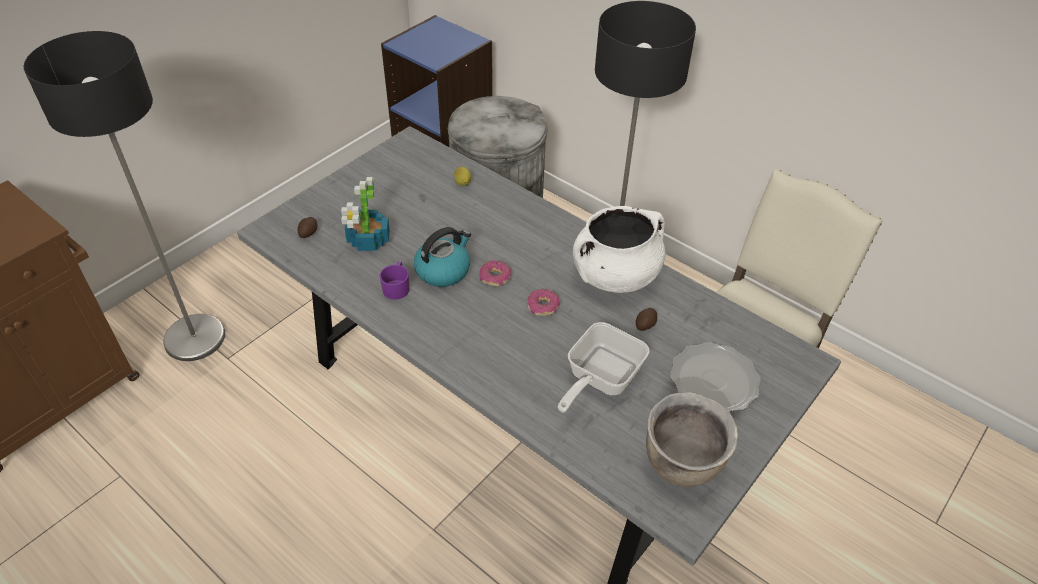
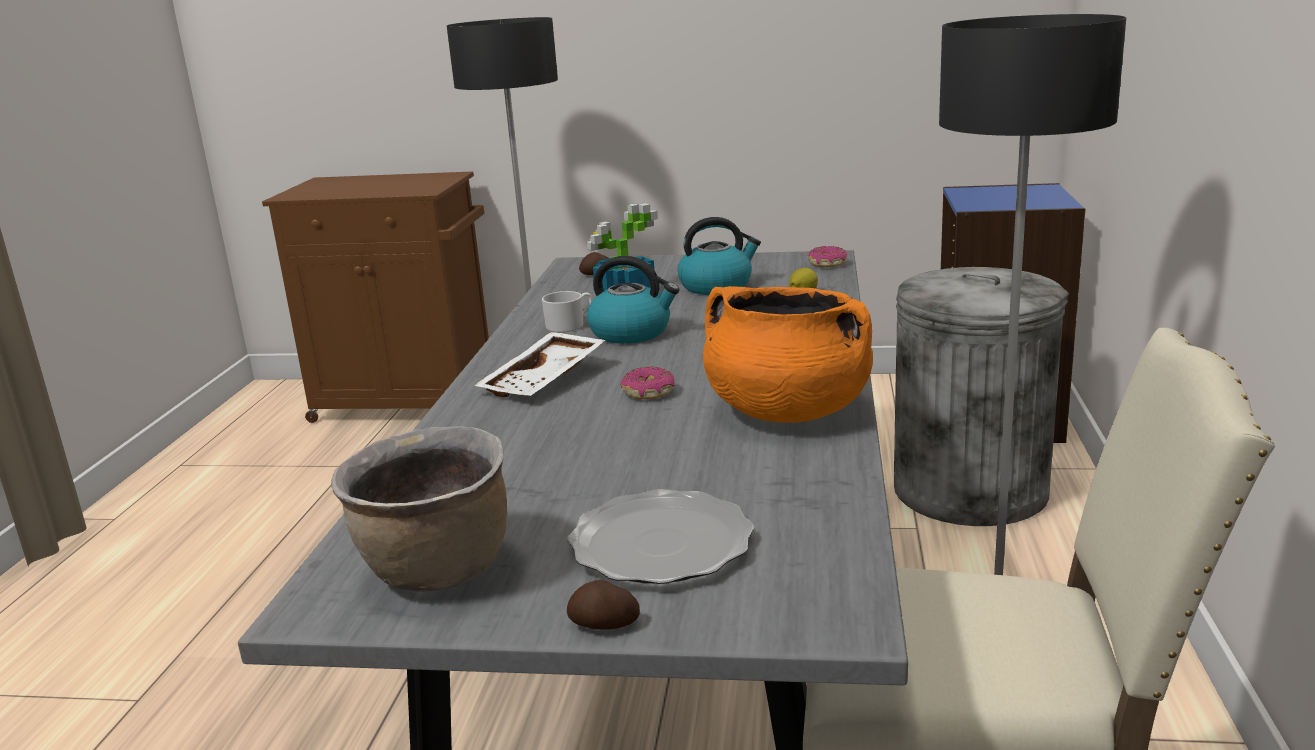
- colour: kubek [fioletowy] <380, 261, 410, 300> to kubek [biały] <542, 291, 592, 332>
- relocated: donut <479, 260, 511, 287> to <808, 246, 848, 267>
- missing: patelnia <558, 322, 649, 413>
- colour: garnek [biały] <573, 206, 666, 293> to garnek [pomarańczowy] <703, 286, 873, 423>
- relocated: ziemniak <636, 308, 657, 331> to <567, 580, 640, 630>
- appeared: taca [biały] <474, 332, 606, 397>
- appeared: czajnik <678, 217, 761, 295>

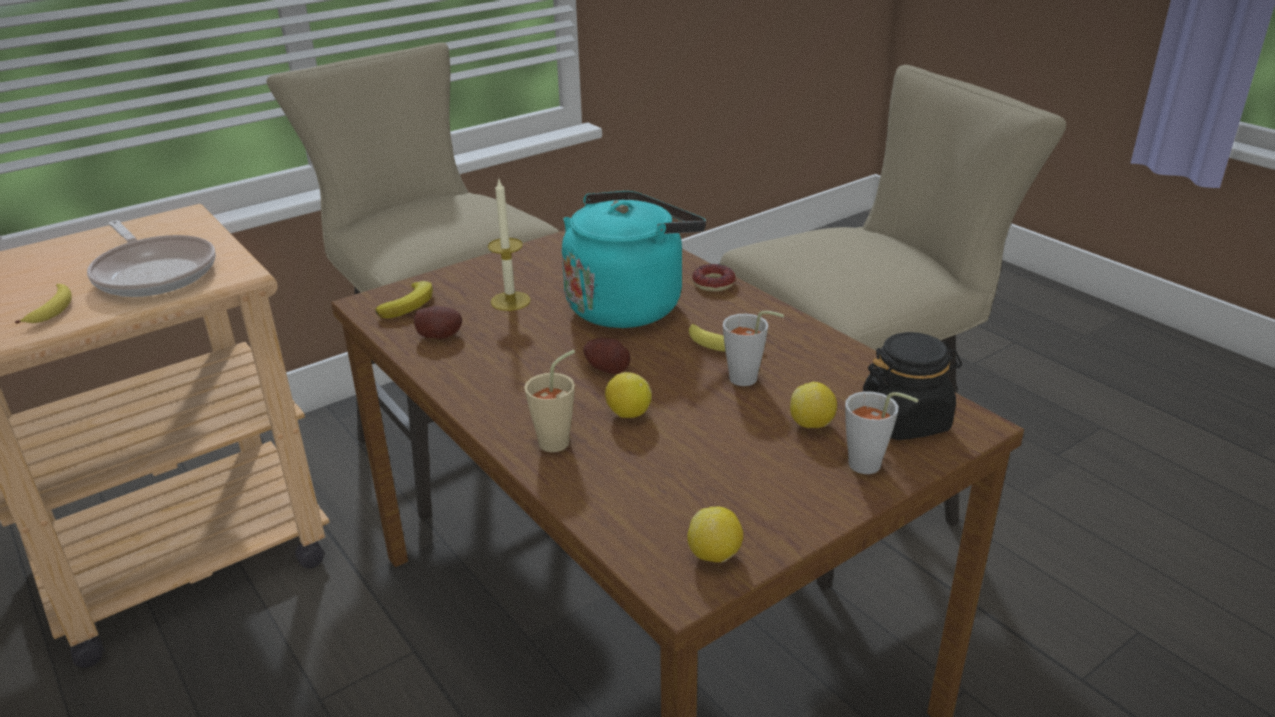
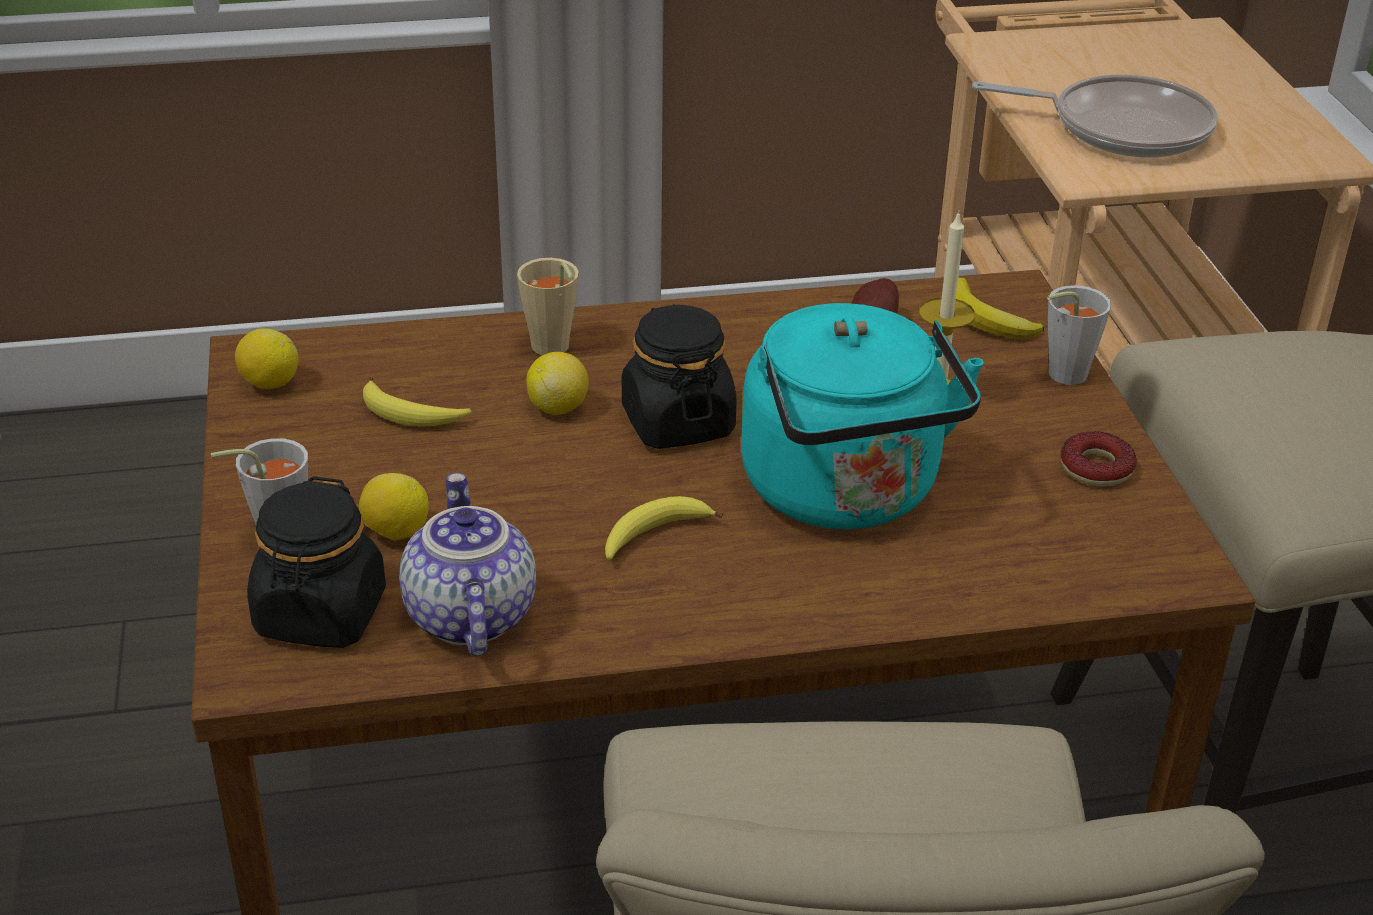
- relocated: banan <15, 284, 72, 324> to <363, 377, 471, 427>
- spun: patelnia <87, 220, 216, 297> = <972, 75, 1218, 158> 150 degrees counterclockwise
- exchanged: ziemniak <583, 338, 630, 374> to słoik [czarny] <622, 304, 736, 449>
- relocated: donut <692, 264, 735, 292> to <1061, 431, 1137, 486>
- relocated: filiżanka [szary] <723, 311, 784, 386> to <1047, 285, 1112, 385>
- appeared: imbryk <399, 473, 536, 656>

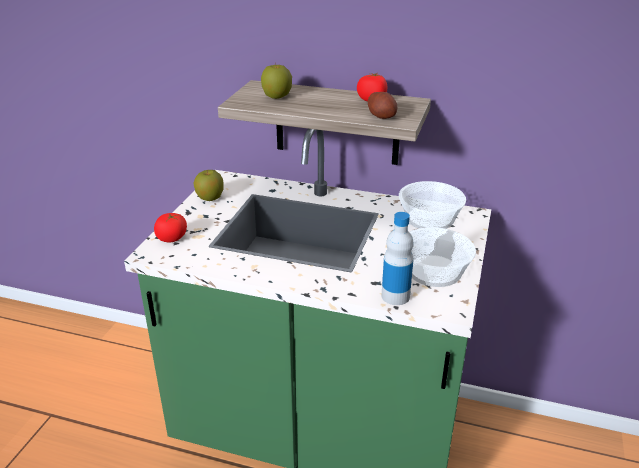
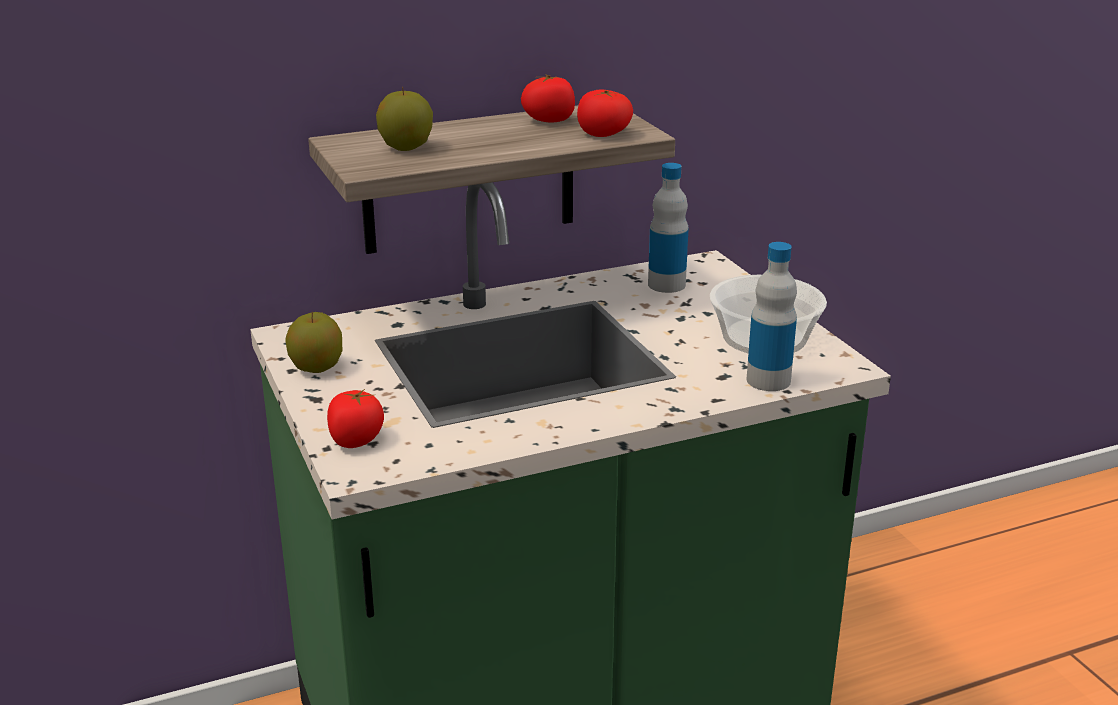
- exchanged: ziemniak <368, 92, 397, 119> to pomidor <577, 90, 633, 137>
- exchanged: miska <399, 181, 466, 229> to butelka <648, 163, 689, 293>

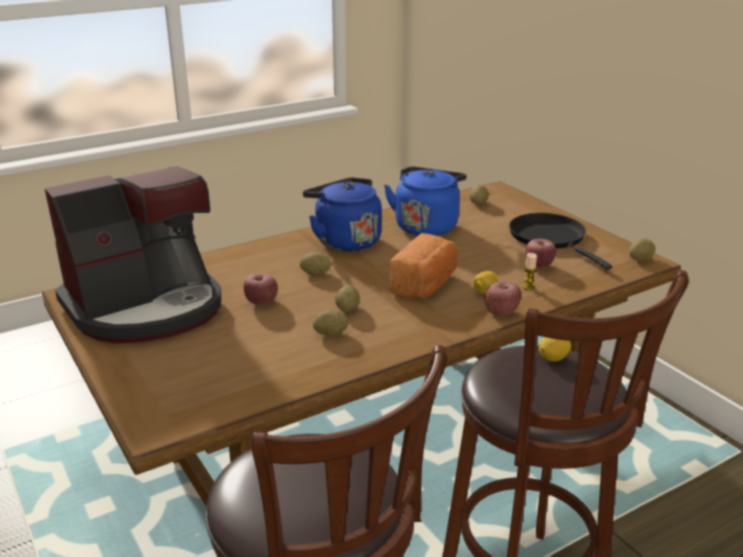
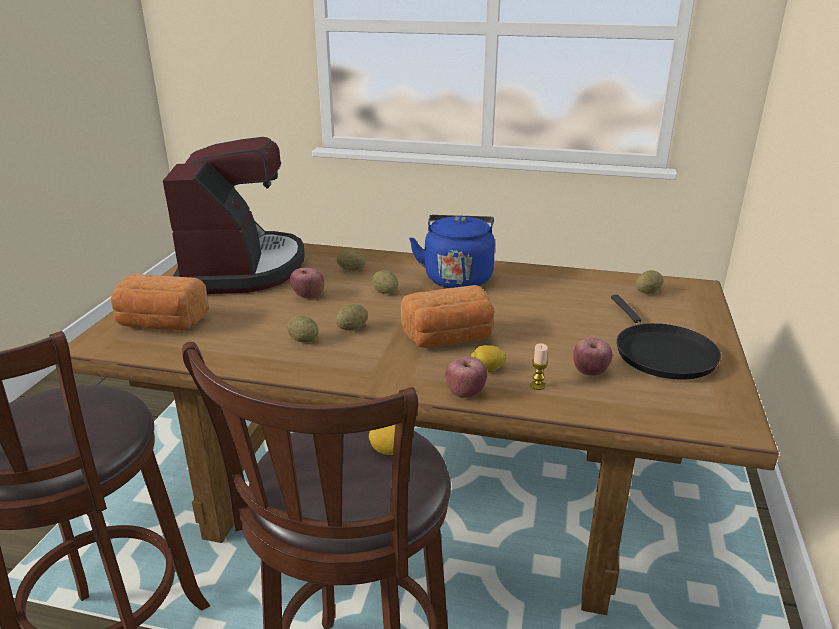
- spun: ekspres do kawy <45, 166, 221, 343> = <163, 137, 305, 294> 105 degrees counterclockwise
- missing: czajnik [niebieski] <384, 166, 467, 236>
- spun: patelnia [czarny] <509, 213, 612, 270> = <611, 295, 721, 380> 150 degrees clockwise
- relocated: ziemniak <629, 238, 655, 261> to <337, 249, 366, 271>
- appeared: chleb <110, 274, 209, 330>

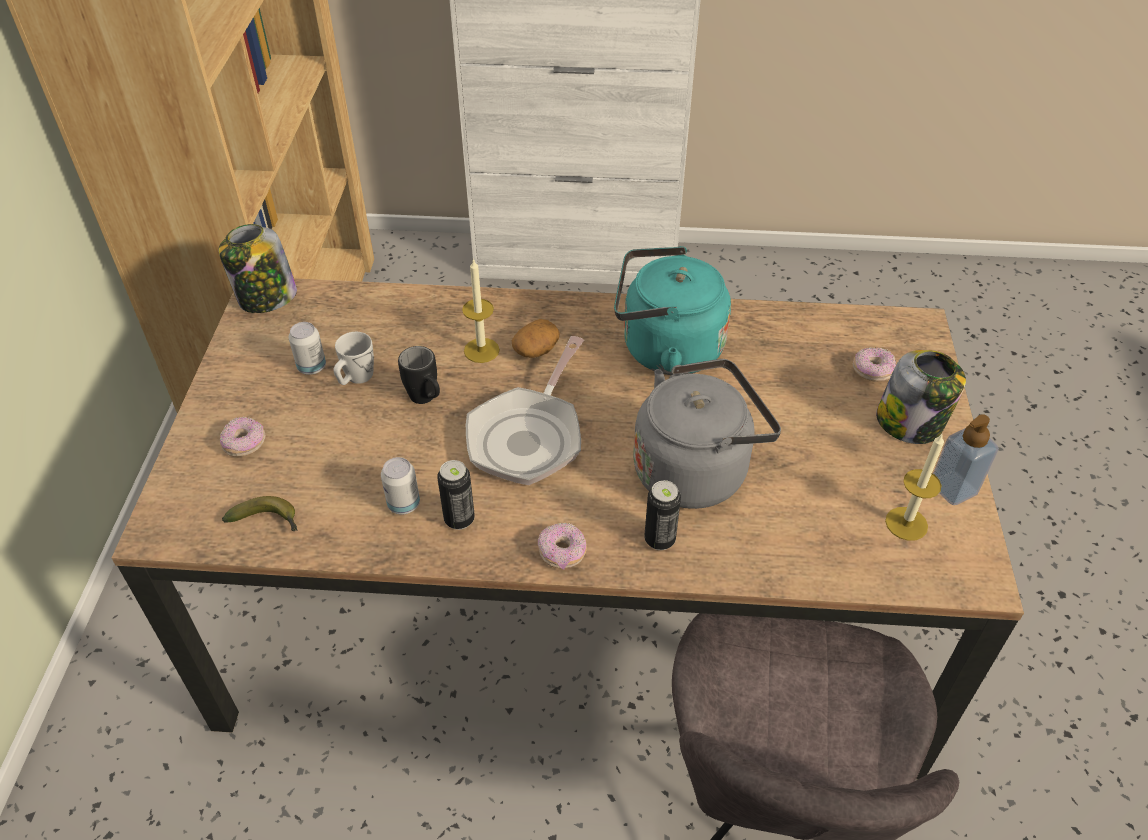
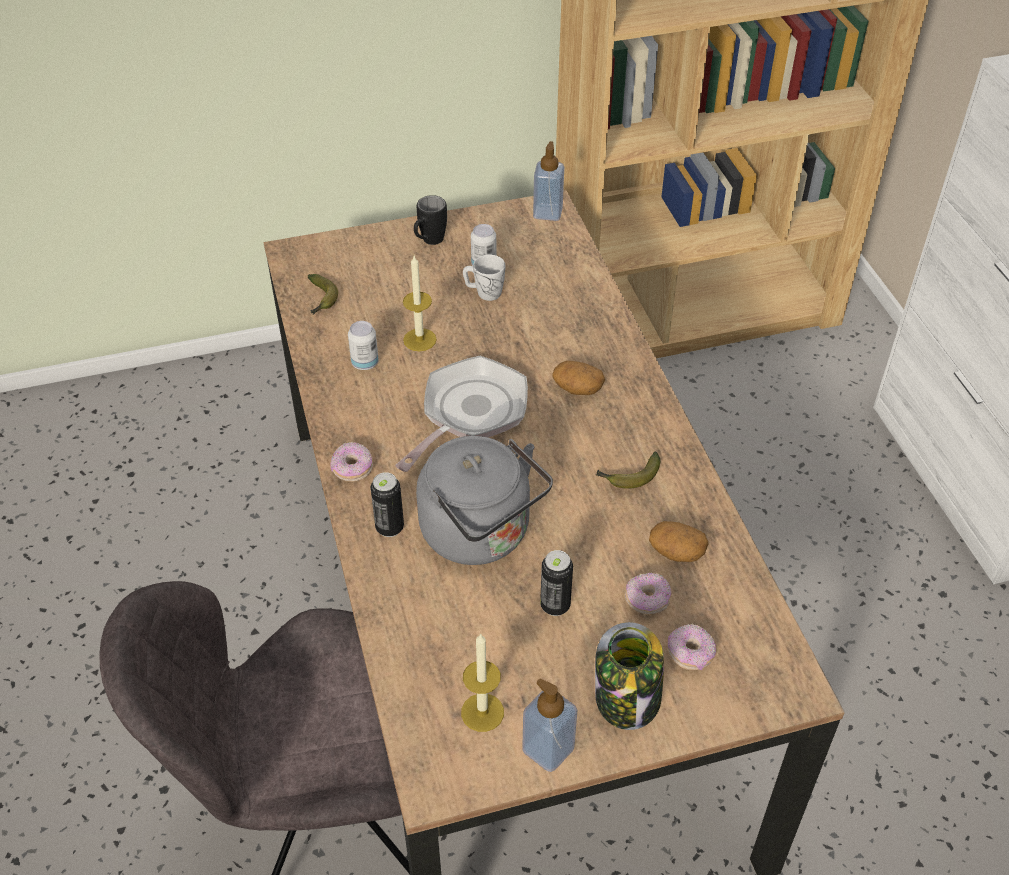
- exchanged: słoik <219, 224, 297, 313> to dozownik mydła <533, 141, 564, 221>
- relocated: donut <220, 417, 266, 457> to <625, 573, 672, 615>
- relocated: kubek [czarny] <398, 346, 440, 404> to <414, 195, 447, 245>
- relocated: puszka <437, 460, 475, 530> to <540, 550, 573, 616>
- relocated: świeca <462, 258, 500, 363> to <403, 256, 437, 351>
- spun: patelnia <466, 336, 584, 485> = <395, 356, 528, 472> 120 degrees clockwise
- exchanged: czajnik [turkusowy] <614, 246, 731, 375> to banan <596, 452, 660, 489>
- appeared: ziemniak <649, 521, 709, 562>

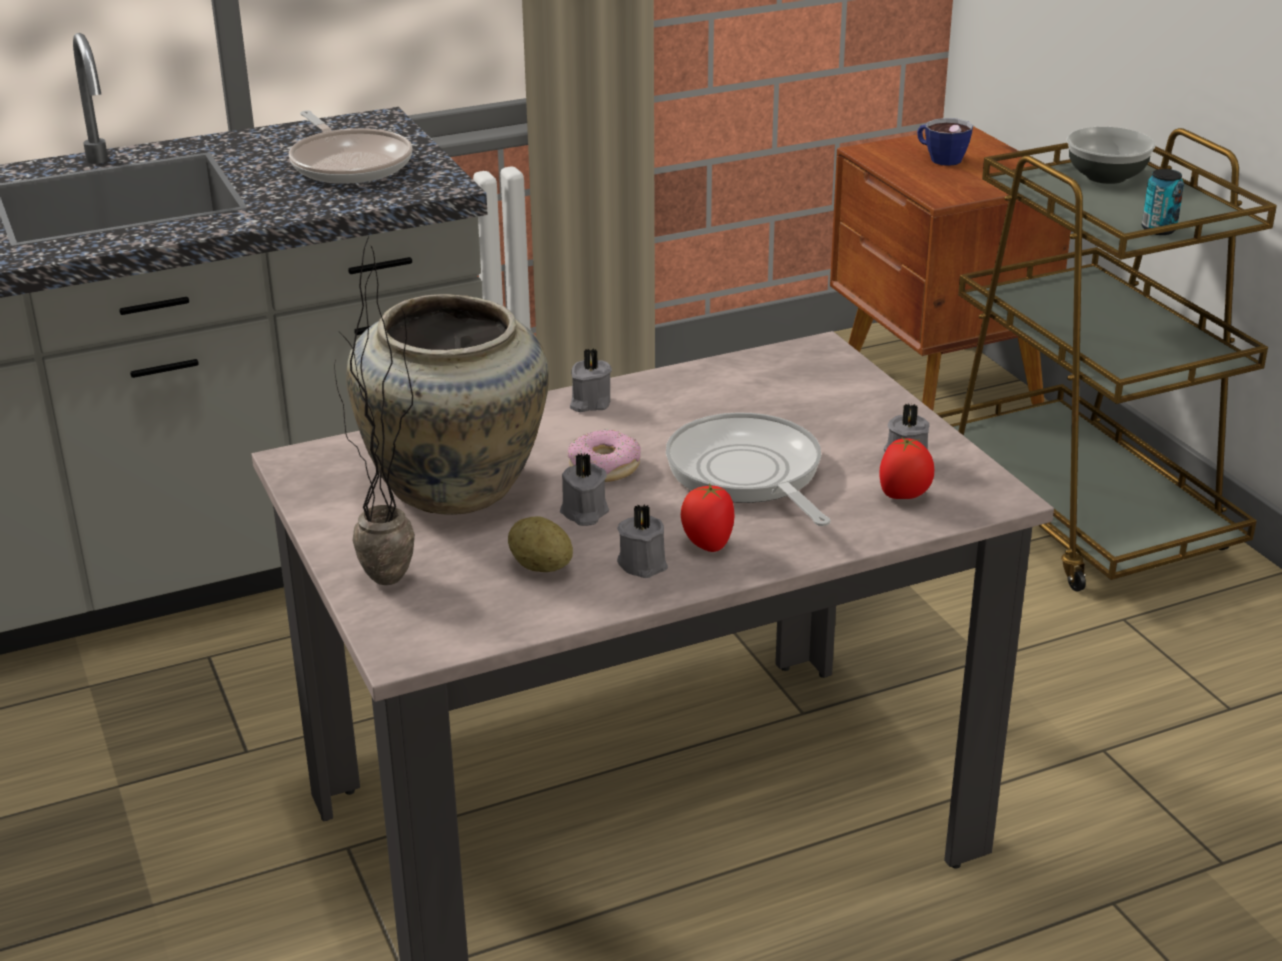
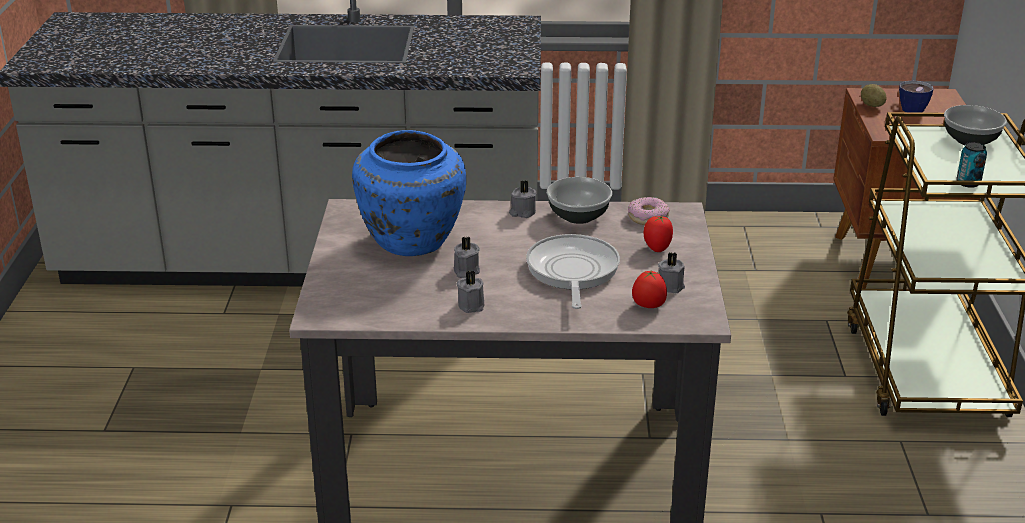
- missing: patelnia <289, 110, 412, 184>
- missing: roślina doniczkowa <334, 235, 415, 585>
- colour: wazon [beżowy] <346, 294, 549, 515> to wazon [niebieski] <352, 130, 466, 256>
- relocated: ziemniak <508, 516, 573, 572> to <861, 84, 887, 107>
- relocated: donut <568, 430, 641, 482> to <628, 197, 670, 225>
- relocated: pomidor <681, 483, 735, 552> to <644, 216, 673, 252>
- appeared: miska <547, 177, 612, 224>

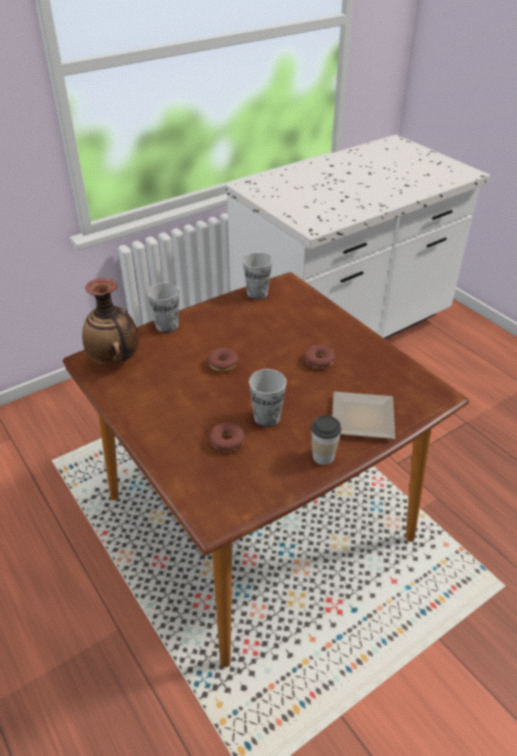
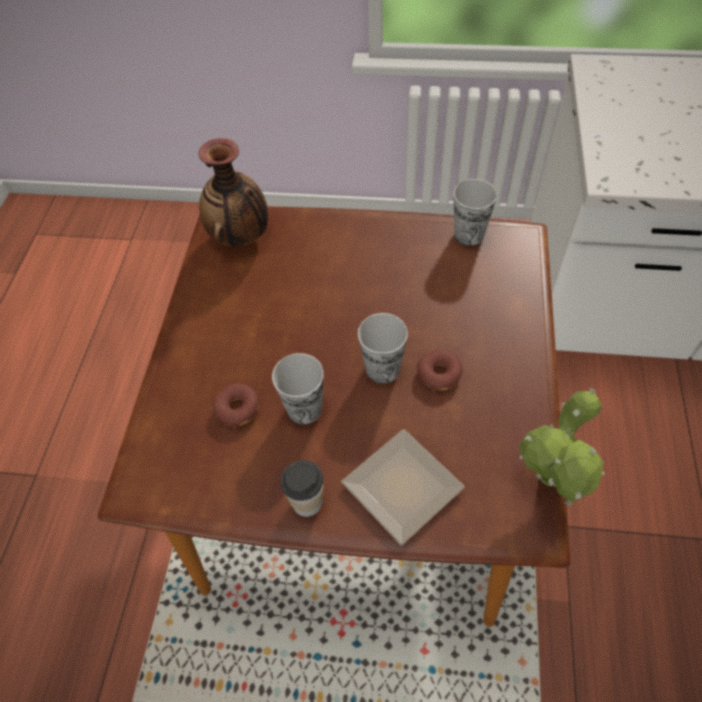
- relocated: filiżanka <147, 283, 179, 333> to <358, 313, 408, 384>
- missing: donut <207, 348, 239, 372>
- appeared: roślina doniczkowa <519, 387, 605, 505>

